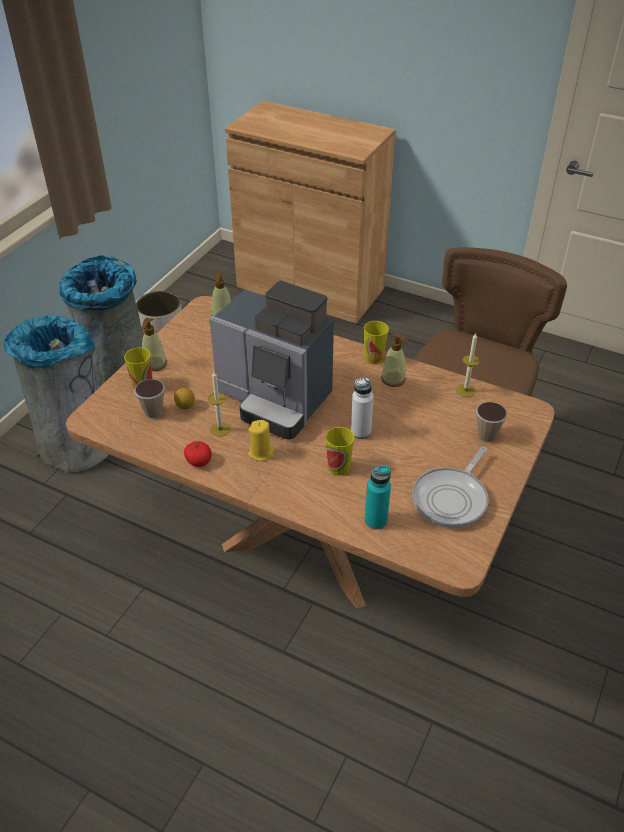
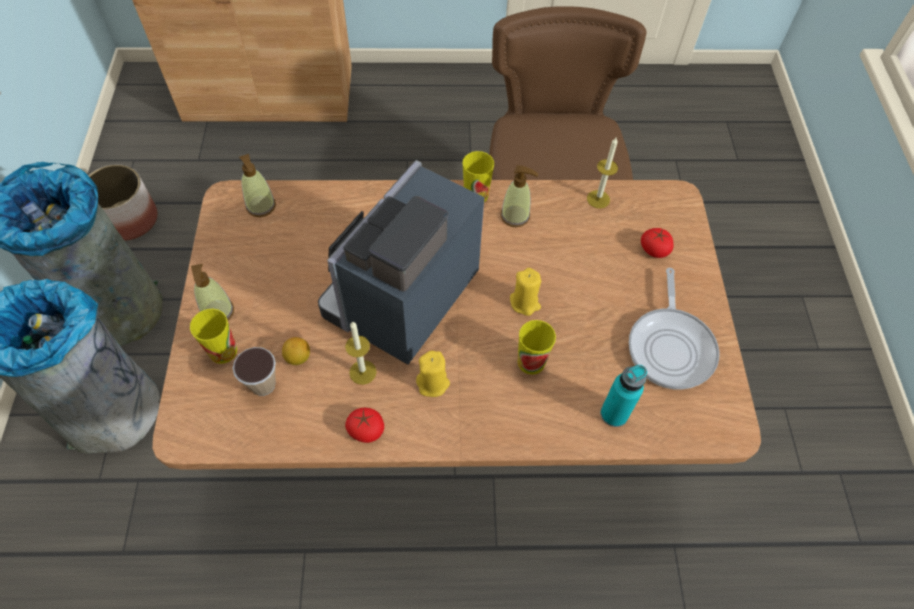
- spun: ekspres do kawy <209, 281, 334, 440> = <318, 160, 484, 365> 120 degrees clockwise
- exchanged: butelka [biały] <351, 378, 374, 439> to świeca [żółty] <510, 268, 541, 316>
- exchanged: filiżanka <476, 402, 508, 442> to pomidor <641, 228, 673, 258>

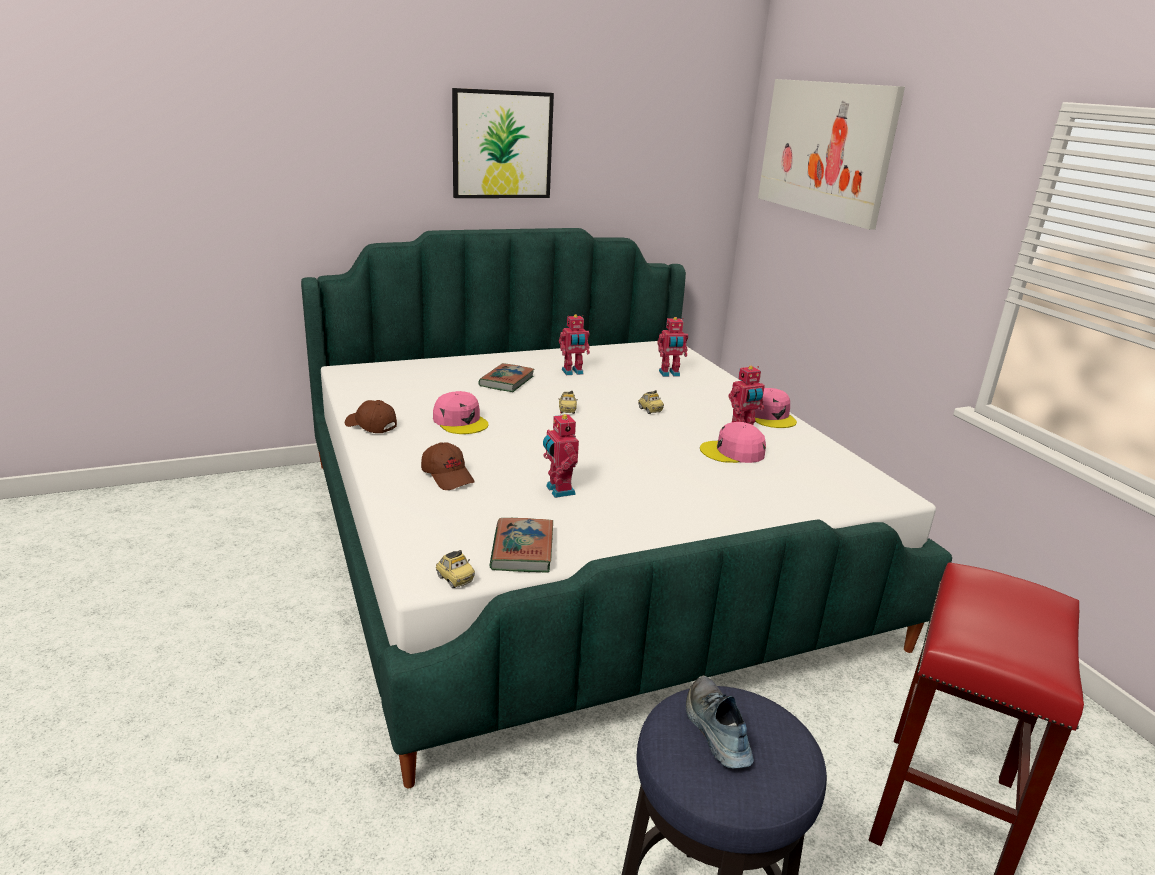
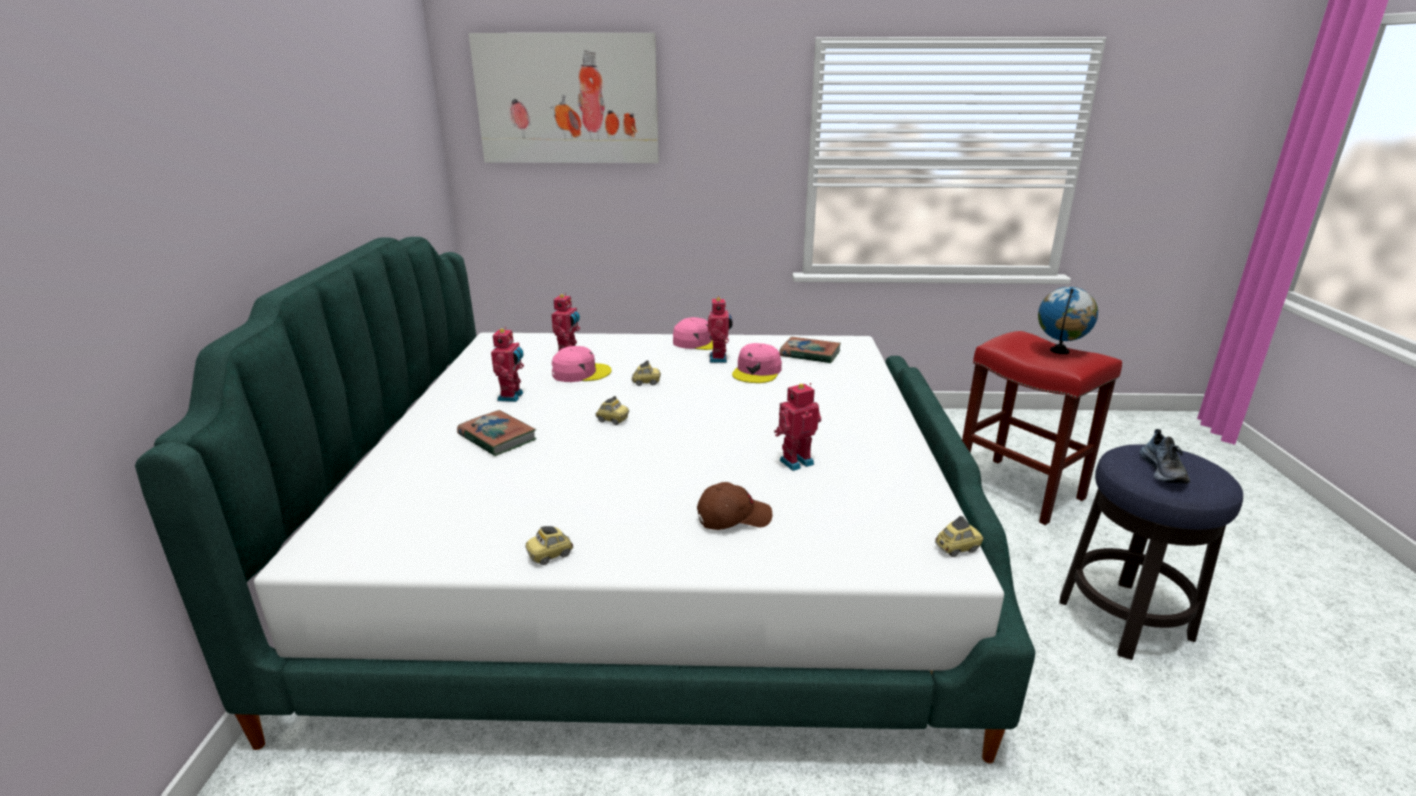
- exchanged: czapka z daszkiem [brązowy] <345, 400, 397, 433> to samochodzik <525, 526, 573, 565>
- relocated: czapka z daszkiem [różowy] <433, 391, 488, 434> to <552, 346, 612, 382>
- missing: obraz <452, 88, 554, 198>
- relocated: książka <490, 518, 553, 573> to <779, 337, 841, 364>
- spun: robot zabawkowy <543, 412, 579, 498> = <774, 383, 821, 471> 150 degrees clockwise
- spun: but <686, 675, 754, 769> = <1140, 429, 1190, 484> 90 degrees counterclockwise
- appeared: globus <1038, 287, 1098, 354>

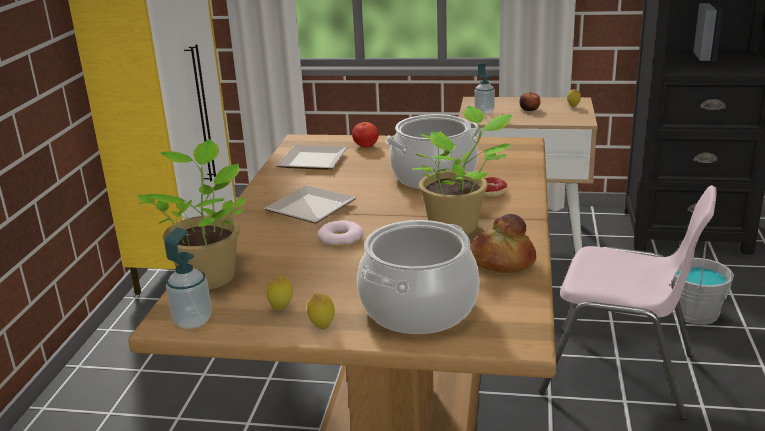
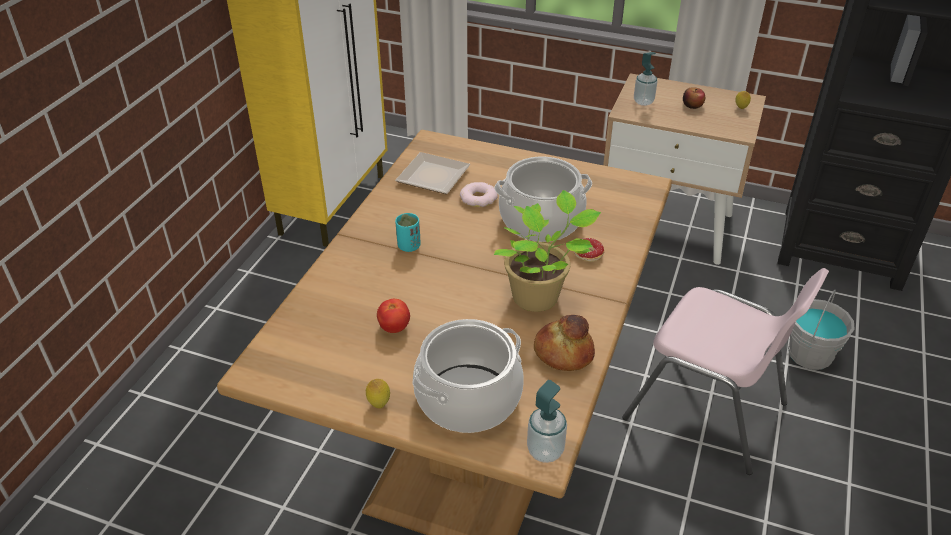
- missing: roślina doniczkowa <138, 139, 245, 290>
- relocated: dozownik mydła <164, 228, 212, 329> to <527, 380, 567, 463>
- exchanged: talerz <264, 185, 356, 223> to filiżanka [turkusowy] <395, 213, 421, 252>
- missing: cytryna <267, 275, 293, 310>
- relocated: donut <317, 220, 364, 247> to <460, 182, 498, 207>
- relocated: pomidor <352, 122, 379, 148> to <377, 299, 410, 333>

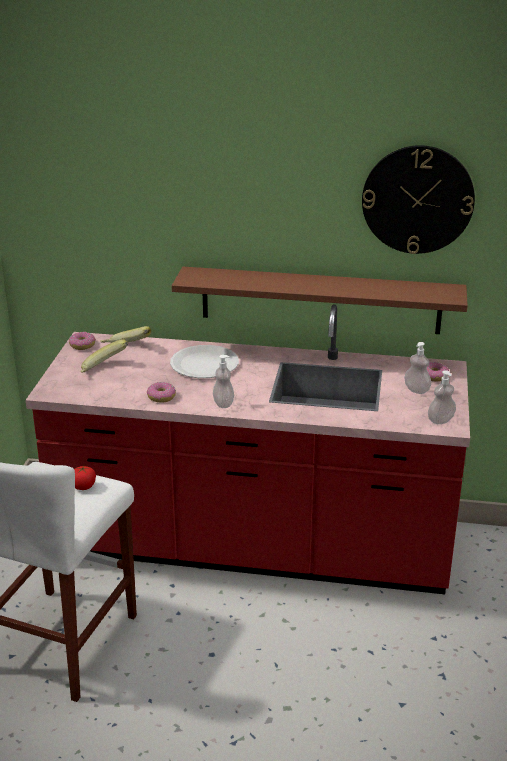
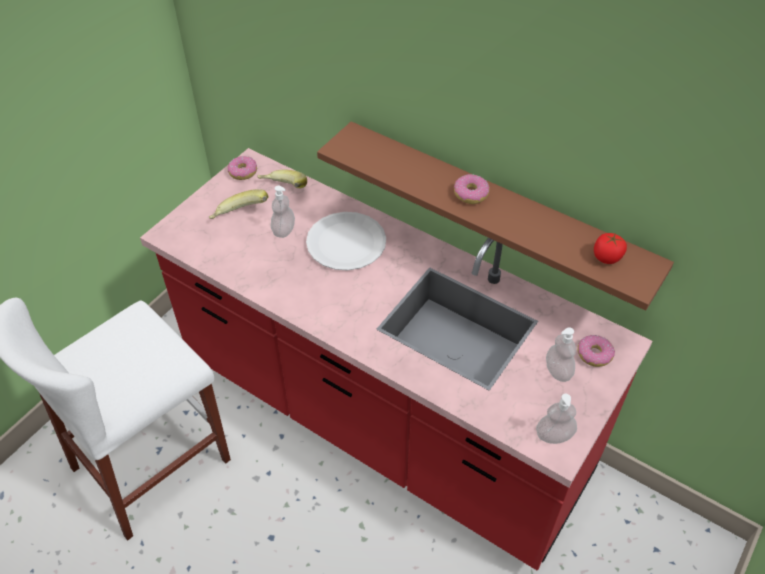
- relocated: pomidor <74, 465, 96, 490> to <594, 233, 627, 264>
- relocated: donut <147, 382, 176, 402> to <454, 174, 490, 204>
- relocated: dozownik mydła <213, 355, 234, 408> to <271, 186, 295, 238>
- missing: zegar ścienny <362, 145, 475, 254>

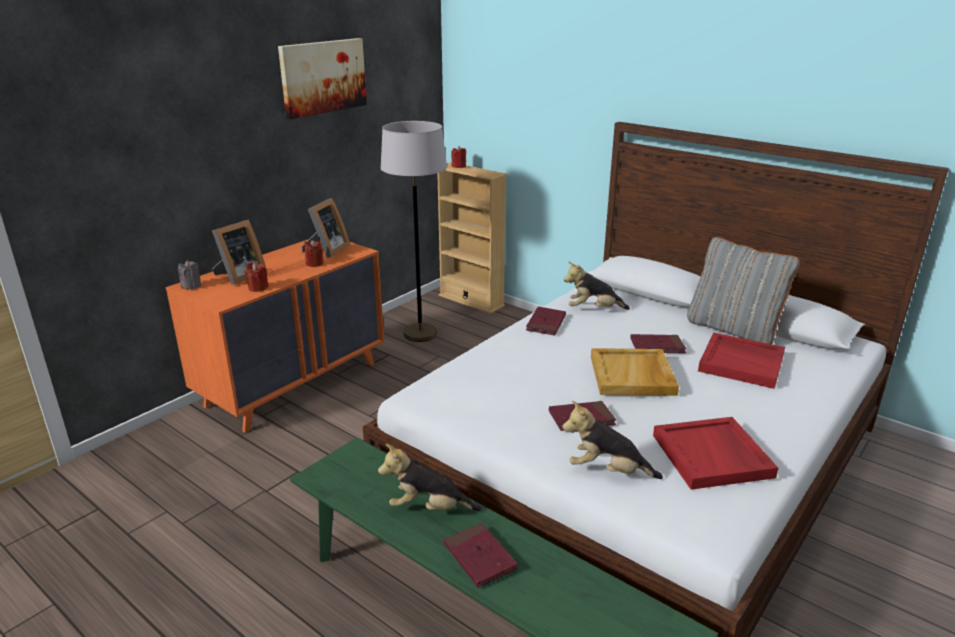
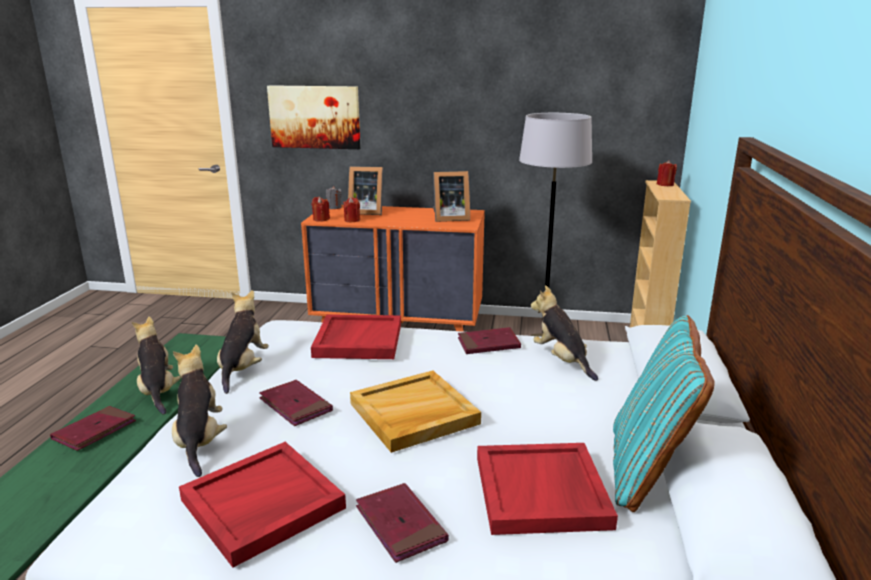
- relocated: obraz <278, 38, 367, 119> to <267, 85, 360, 149>
- relocated: świeca [czerwony] <304, 240, 323, 267> to <312, 197, 330, 222>
- relocated: książka [czerwony] <630, 334, 686, 353> to <356, 483, 449, 563>
- colour: poduszka [szary] <687, 237, 800, 344> to poduszka [turkusowy] <613, 315, 715, 512>
- appeared: pluszak <217, 290, 269, 394>
- appeared: taca [czerwony] <311, 314, 401, 359>

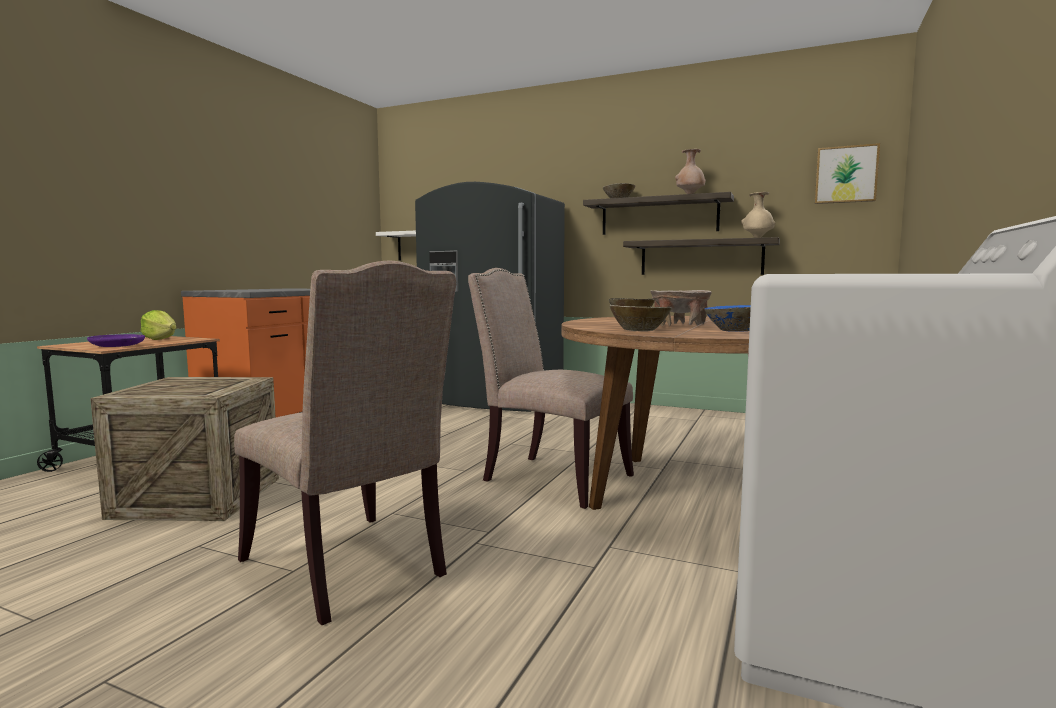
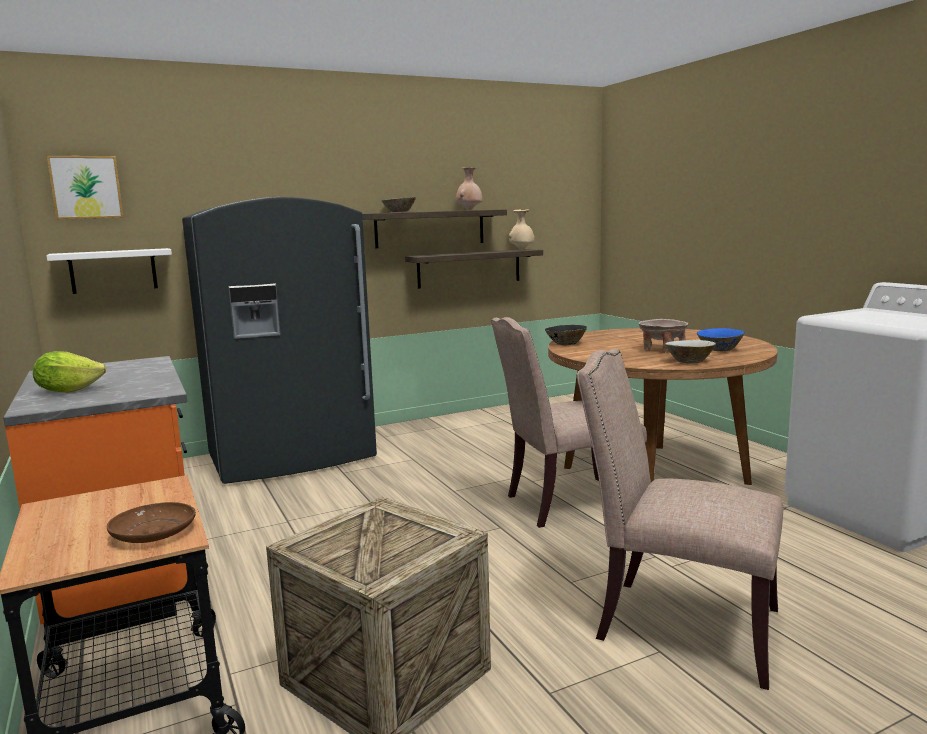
- colour: talerz [fioletowy] <87, 334, 145, 347> to talerz [brązowy] <107, 502, 196, 543>
- relocated: sałata <141, 310, 177, 340> to <33, 351, 106, 393>
- spun: krzesło [beżowy] <234, 261, 456, 625> = <577, 348, 783, 690> 150 degrees counterclockwise
- relocated: obraz <815, 143, 880, 204> to <47, 156, 124, 219>

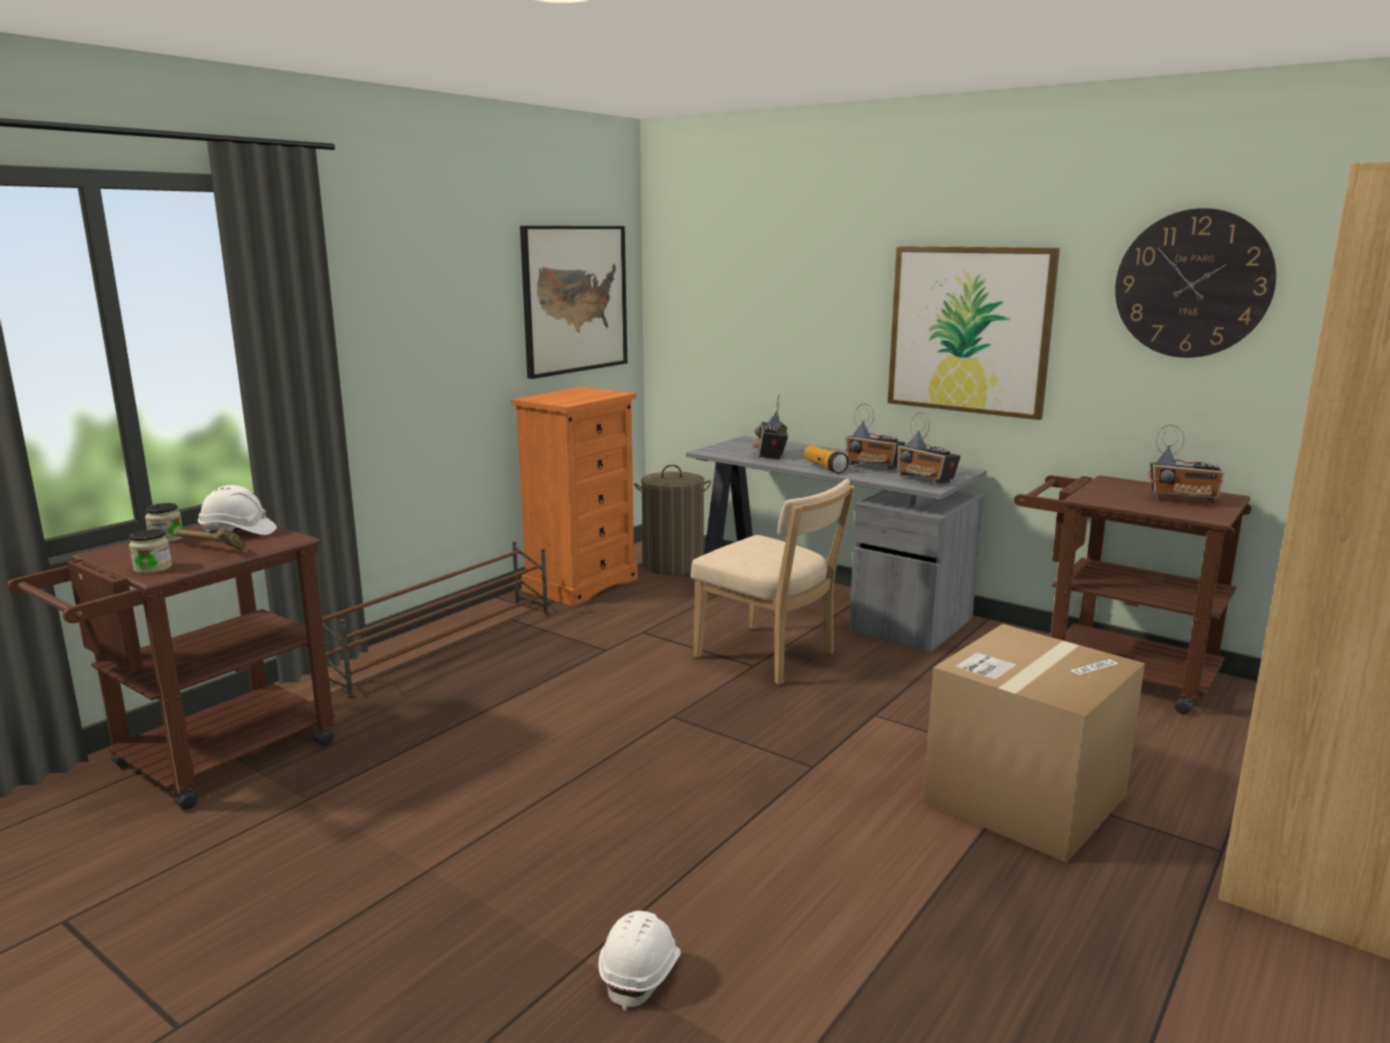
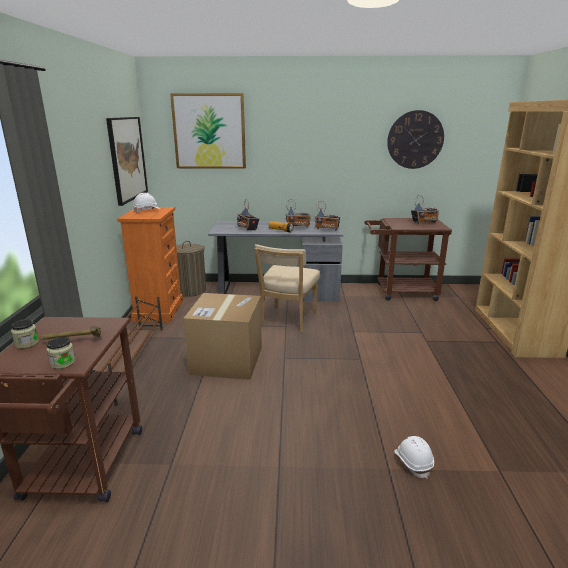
- relocated: kask [biały] <198, 485, 277, 535> to <133, 193, 161, 213>
- spun: krzesło [beżowy] <691, 479, 855, 685> = <254, 244, 320, 332> 105 degrees clockwise
- relocated: obraz <888, 246, 1060, 420> to <170, 93, 246, 169>
- relocated: karton <923, 624, 1145, 863> to <183, 293, 262, 380>

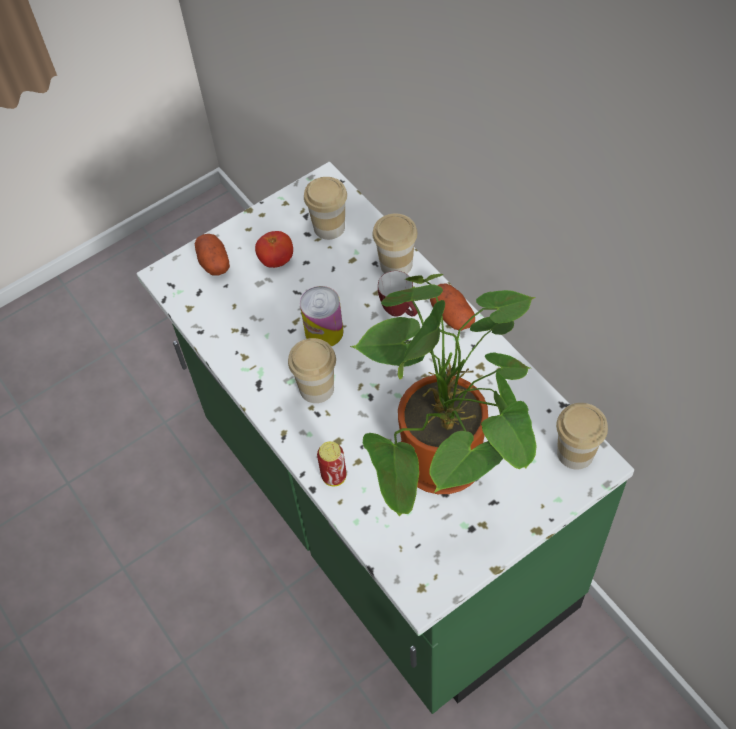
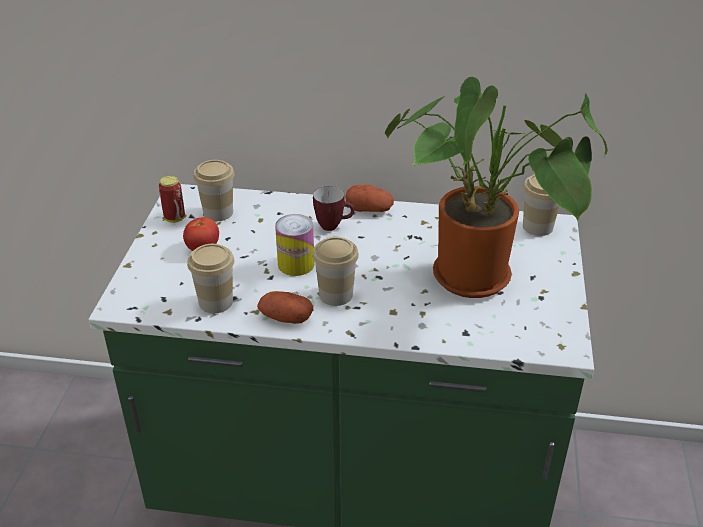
- relocated: ziemniak <194, 234, 230, 276> to <257, 291, 313, 324>
- relocated: puszka <317, 441, 346, 486> to <159, 176, 185, 223>
- relocated: filiżanka <372, 214, 418, 274> to <187, 244, 234, 313>

